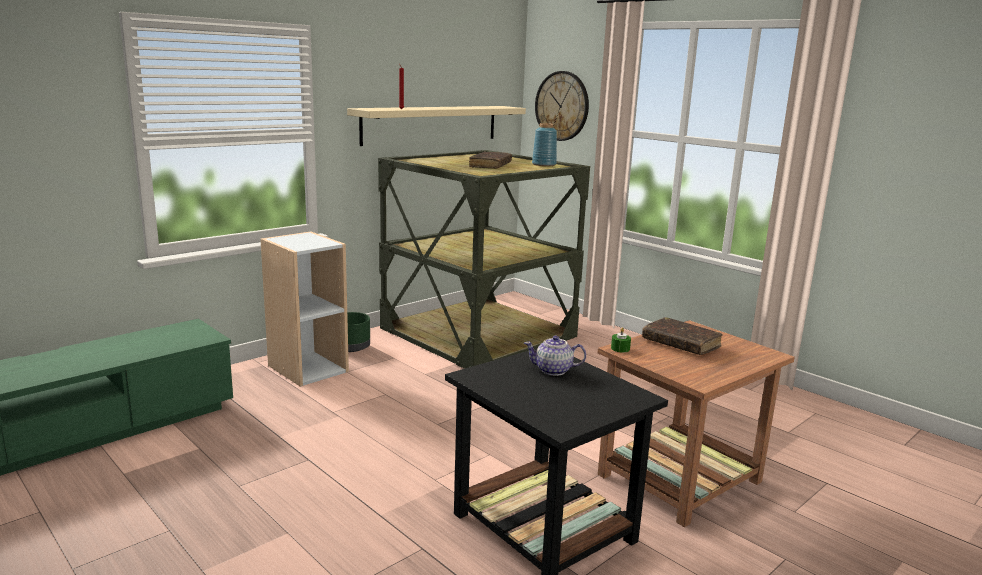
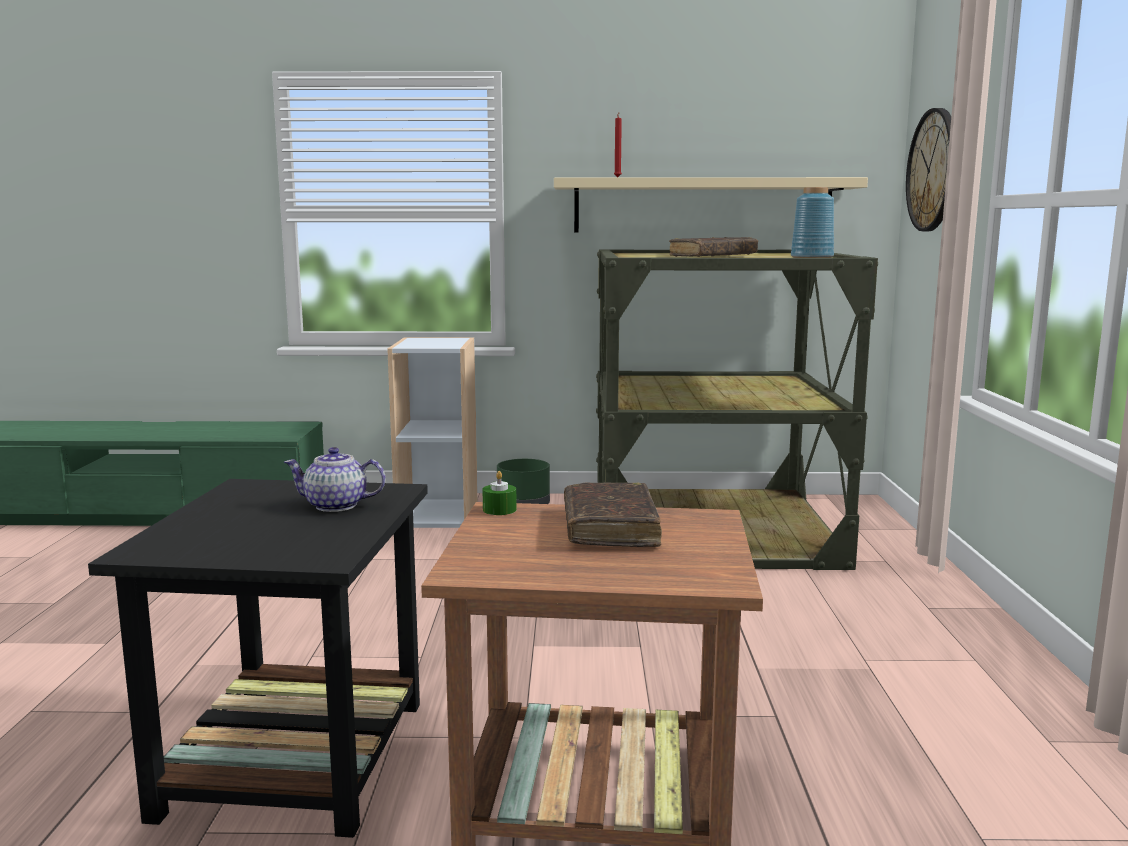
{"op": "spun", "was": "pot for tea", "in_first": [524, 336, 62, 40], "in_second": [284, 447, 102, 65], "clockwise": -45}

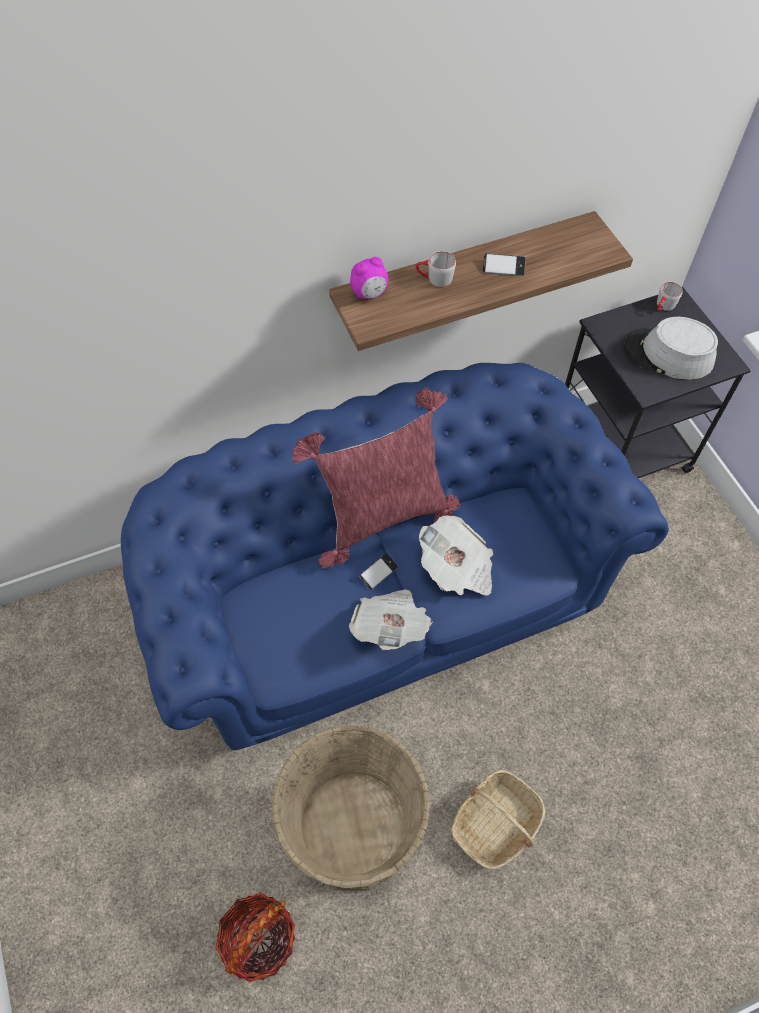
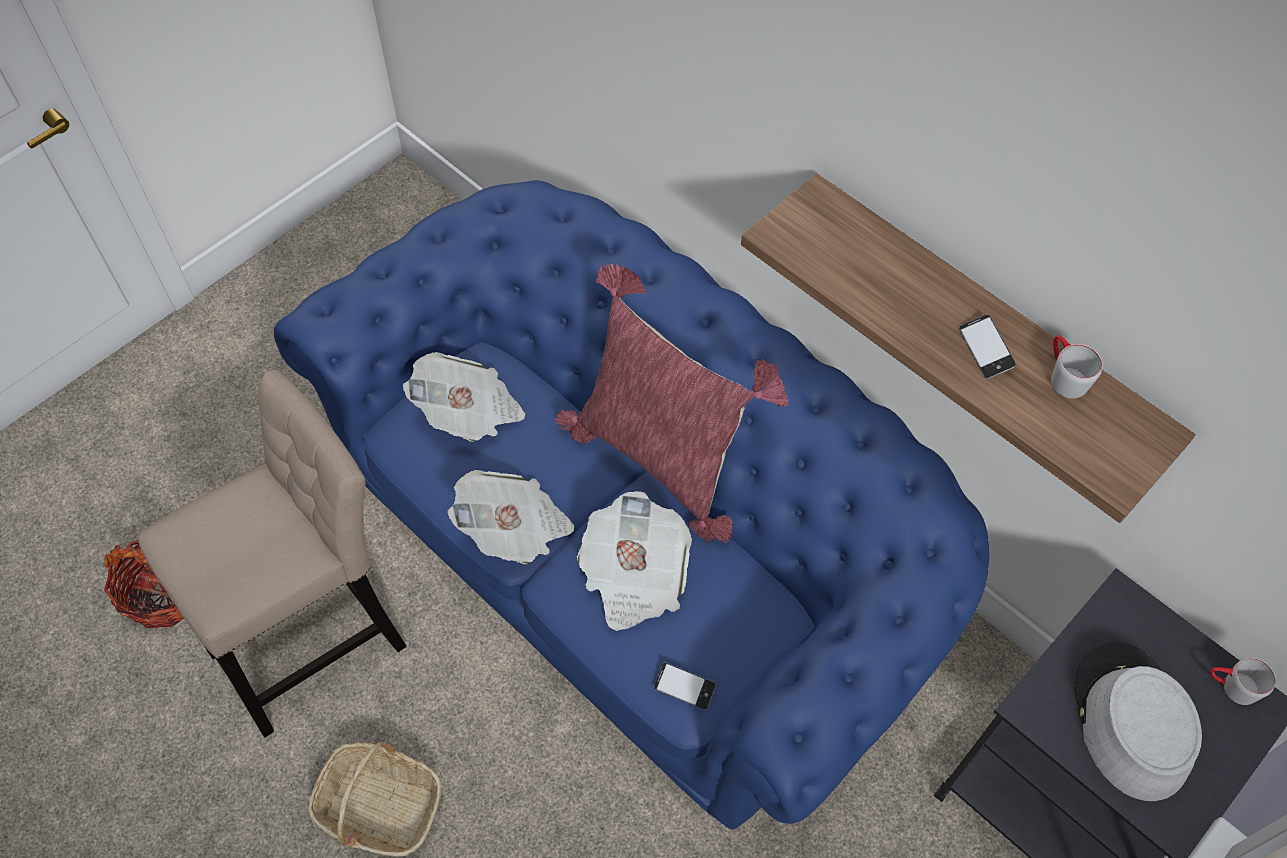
{"op": "missing", "was": "alarm clock", "in_first": [350, 257, 38, 42]}
{"op": "appeared", "now": "daily paper", "in_second": [403, 352, 122, 90]}
{"op": "relocated", "was": "phone", "in_first": [359, 553, 39, 37], "in_second": [654, 662, 62, 48]}
{"op": "relocated", "was": "mug in greyish", "in_first": [416, 251, 40, 36], "in_second": [1051, 335, 52, 64]}
{"op": "exchanged", "was": "household basket", "now": "stool seat in sand-coloured", "in_first": [271, 725, 159, 165], "in_second": [138, 370, 269, 367]}

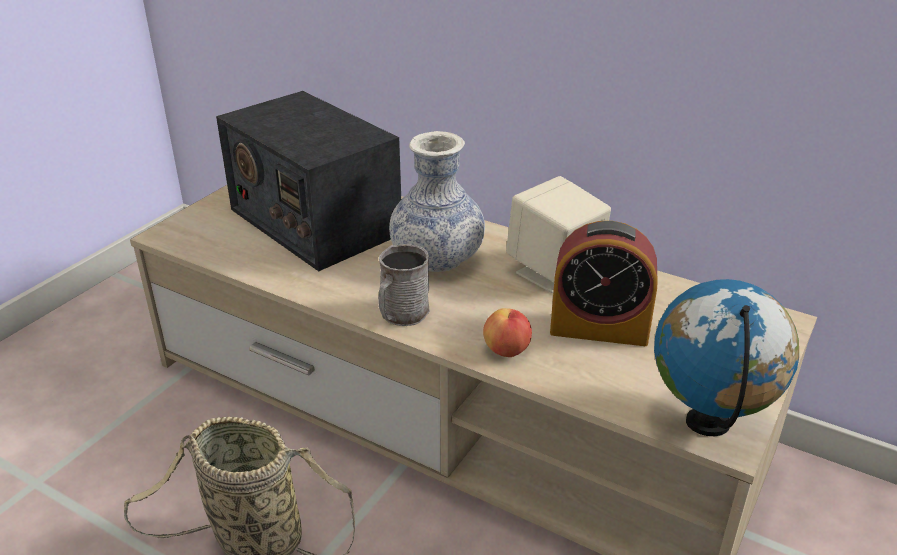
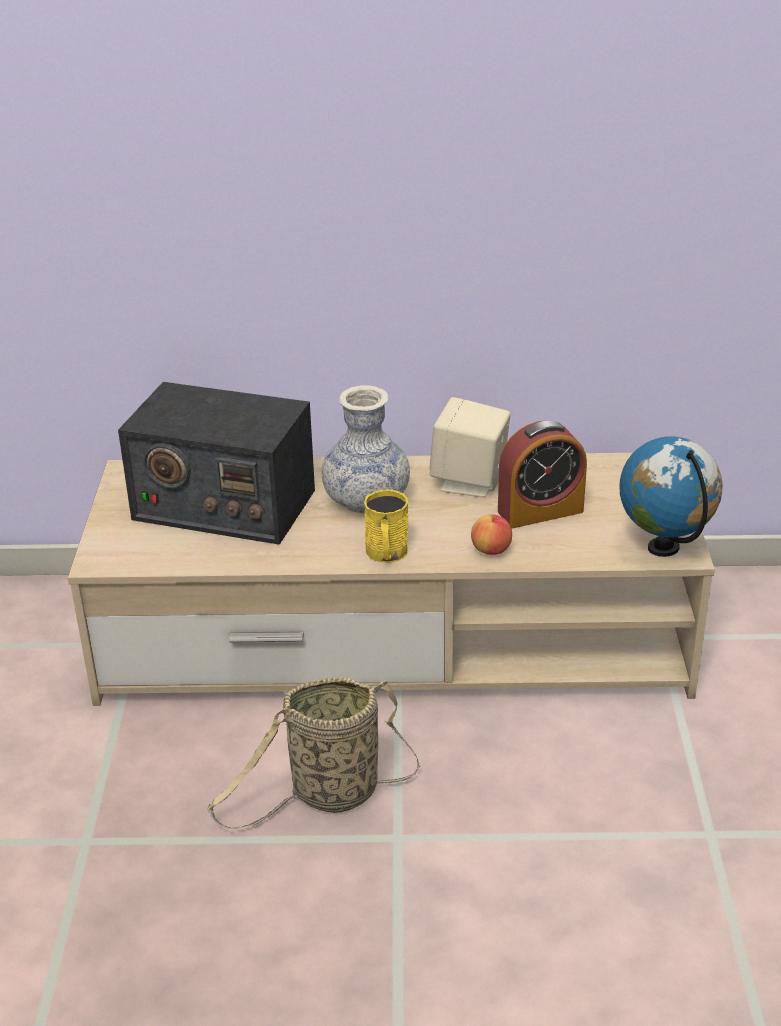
{"op": "colour", "was": "mug in greyish", "now": "mug in yellow-coloured", "in_first": [378, 244, 52, 82], "in_second": [364, 489, 44, 74]}

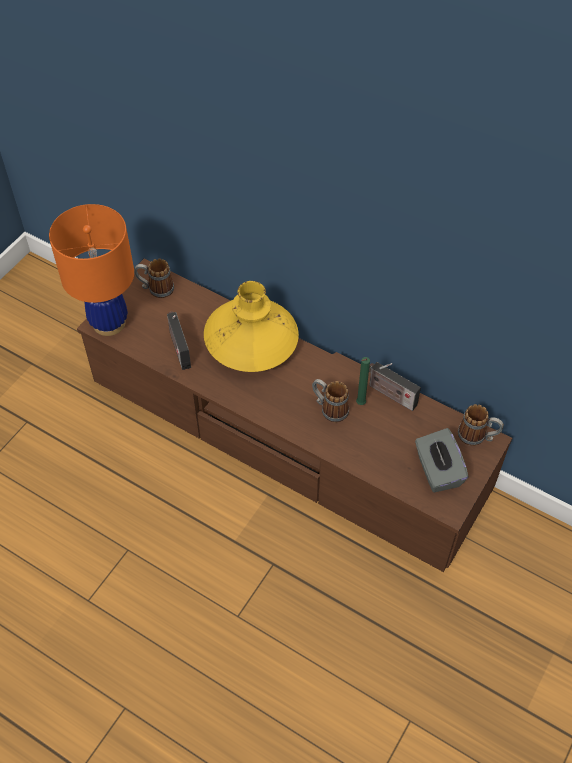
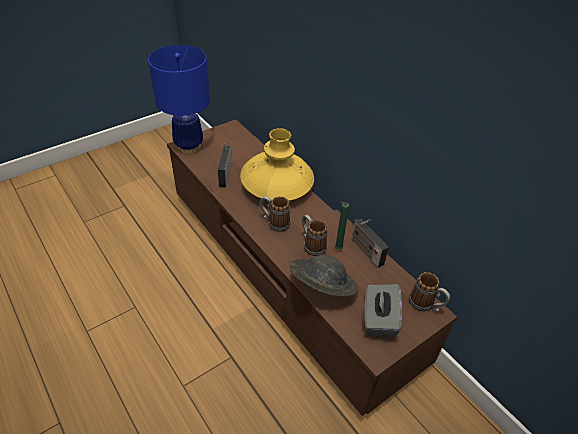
{"op": "appeared", "now": "wearable hat in greyish", "in_second": [290, 255, 68, 41]}
{"op": "relocated", "was": "mug", "in_first": [134, 259, 40, 39], "in_second": [260, 196, 31, 36]}
{"op": "colour", "was": "tabletop lamp in orangey", "now": "tabletop lamp in blue", "in_first": [49, 204, 85, 132], "in_second": [148, 45, 62, 109]}

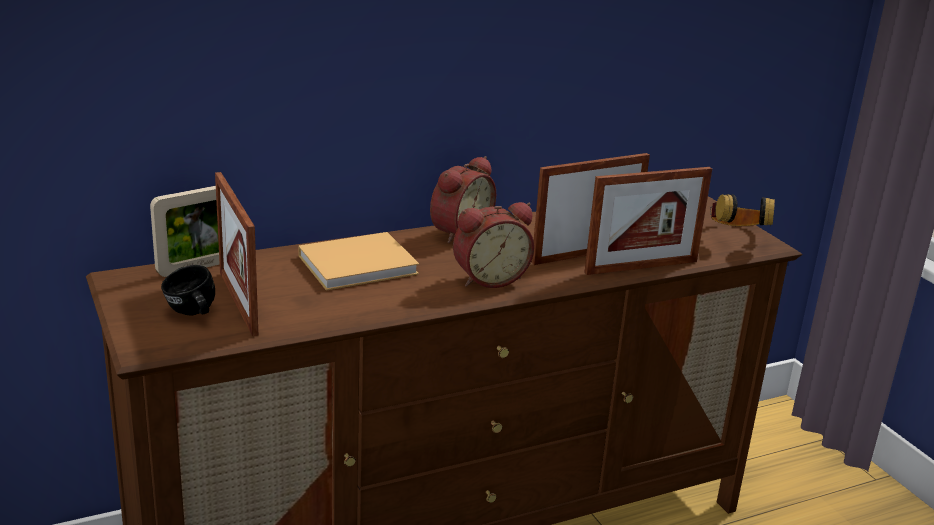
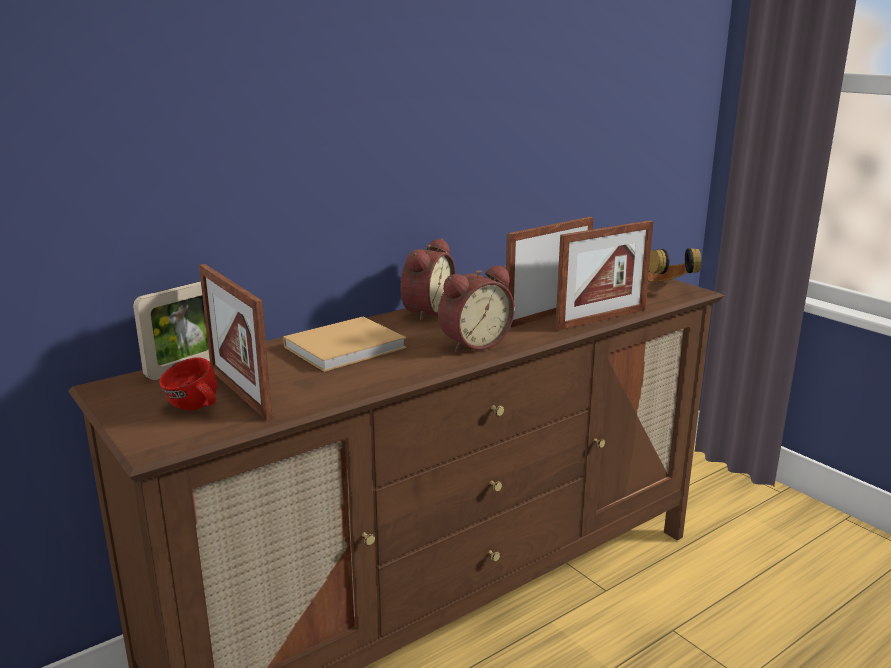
{"op": "colour", "was": "mug in blackish", "now": "mug in red", "in_first": [161, 265, 54, 51], "in_second": [159, 357, 58, 54]}

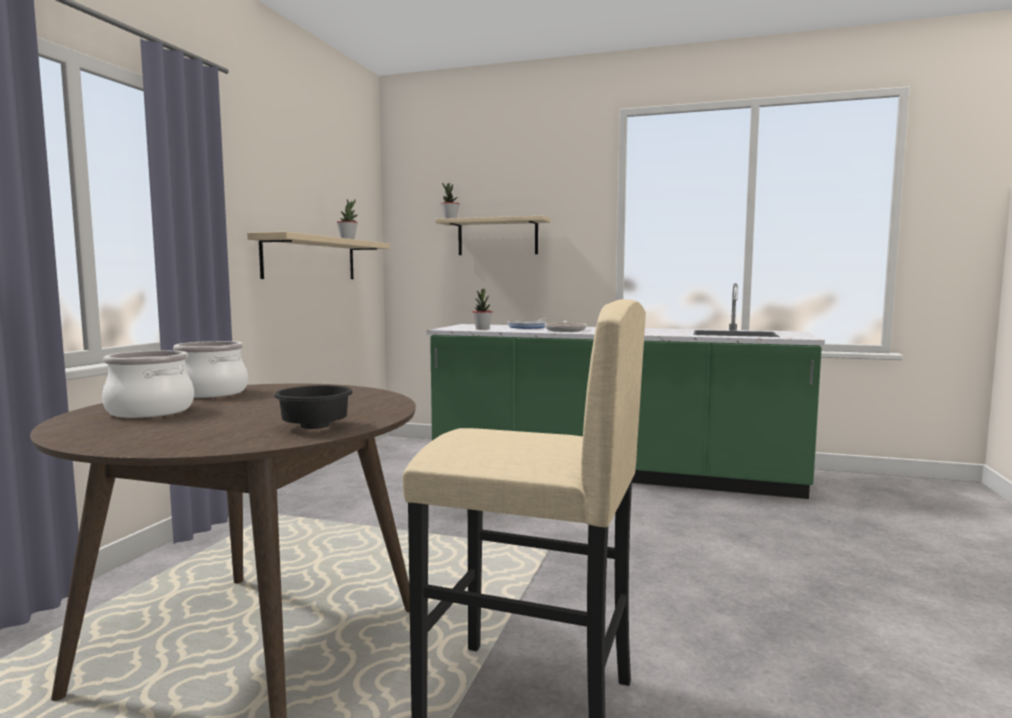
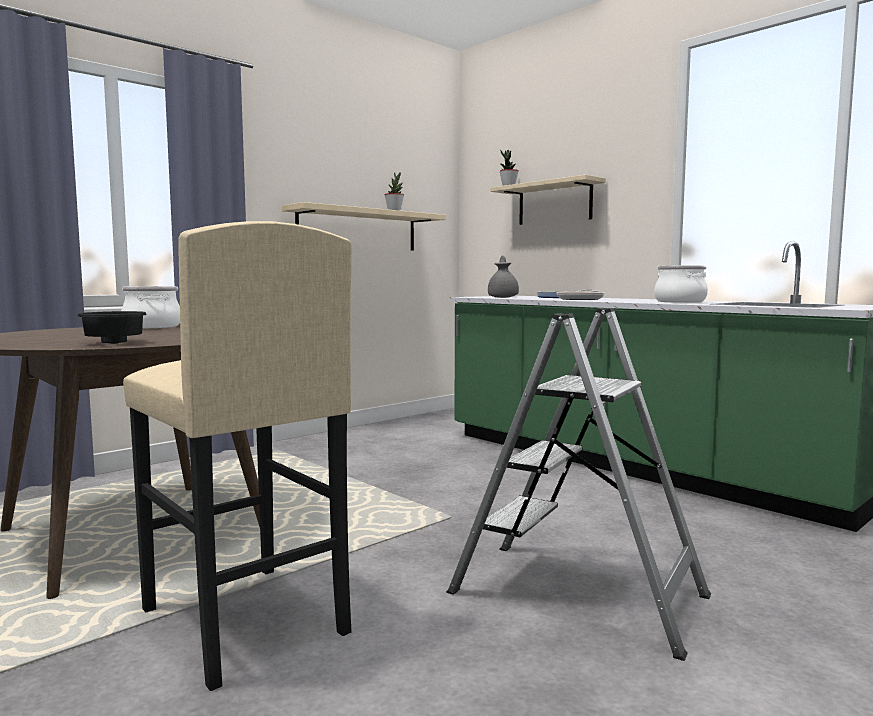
{"op": "appeared", "now": "stepladder in greyish", "in_second": [446, 308, 265, 353]}
{"op": "relocated", "was": "saucepot", "in_first": [102, 351, 92, 67], "in_second": [654, 265, 54, 38]}
{"op": "exchanged", "was": "plant in a pot", "now": "pot for tea in greyish", "in_first": [472, 289, 21, 41], "in_second": [488, 256, 31, 42]}

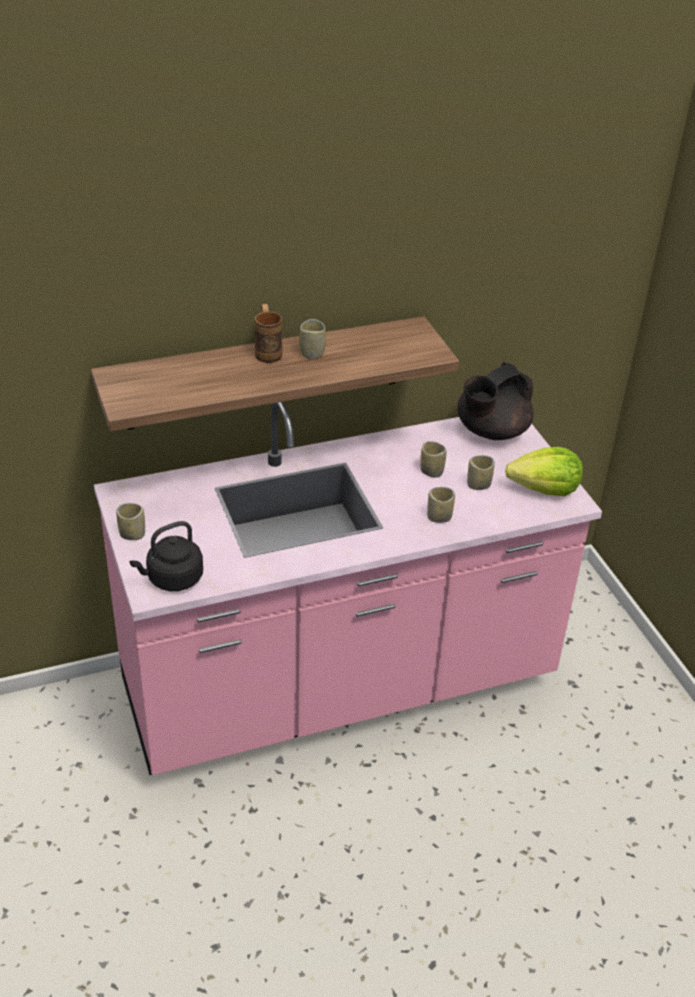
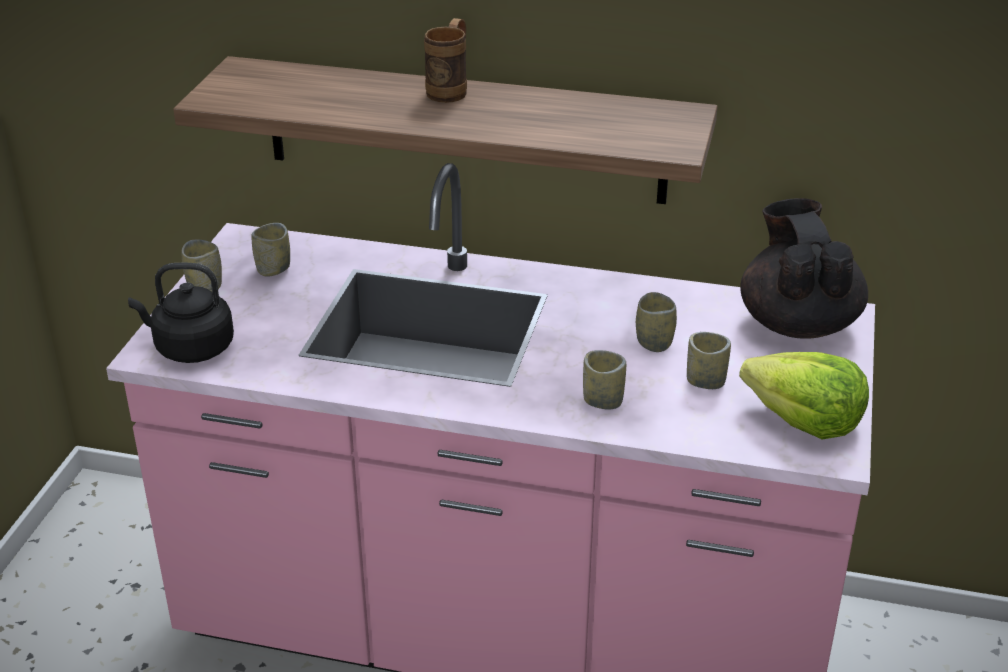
{"op": "relocated", "was": "drinking cup", "in_first": [299, 319, 27, 41], "in_second": [252, 223, 38, 54]}
{"op": "spun", "was": "pot for tea in blackish", "in_first": [457, 362, 77, 78], "in_second": [740, 198, 128, 141], "clockwise": 90}

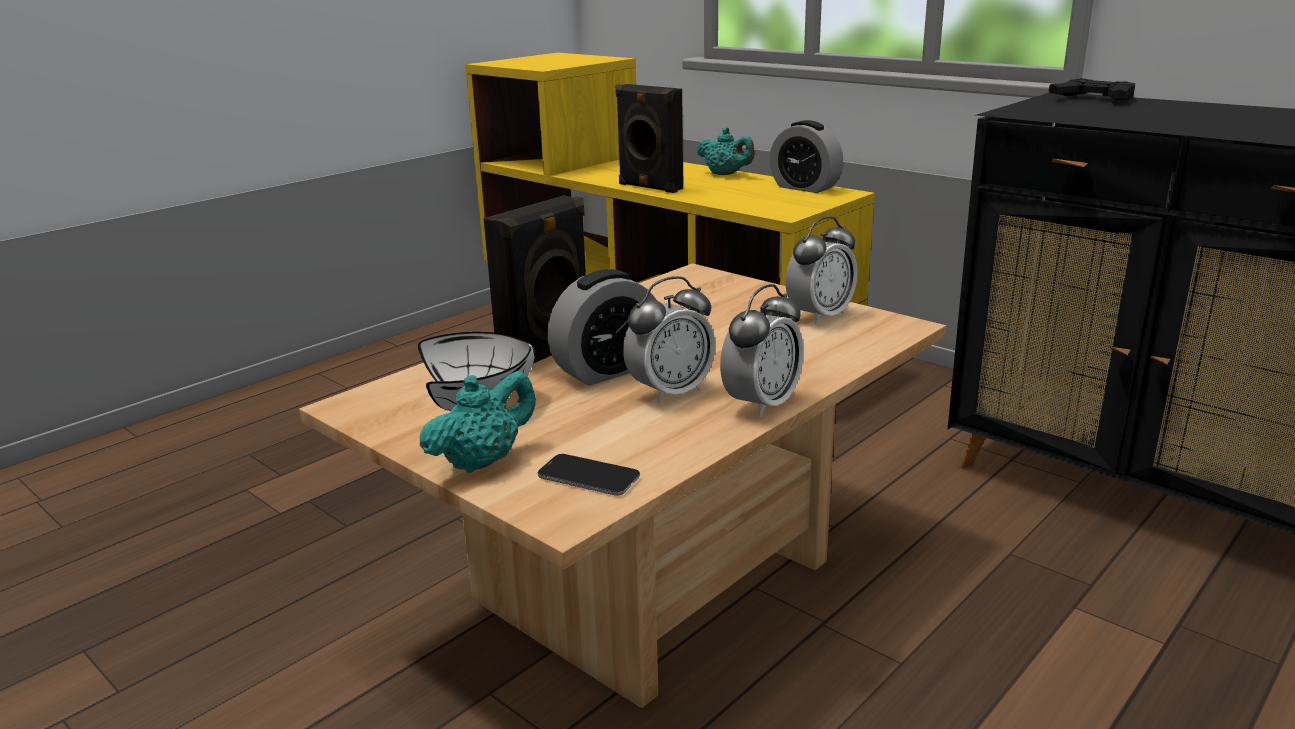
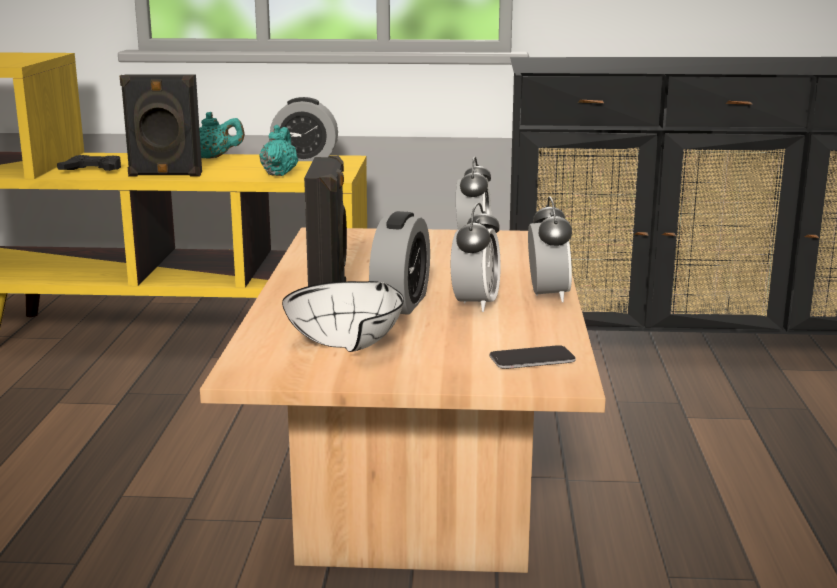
{"op": "relocated", "was": "pot for tea in turquoise-coloured", "in_first": [420, 371, 116, 102], "in_second": [260, 125, 38, 51]}
{"op": "relocated", "was": "gamepad in blackish", "in_first": [1049, 78, 86, 22], "in_second": [57, 155, 64, 16]}

